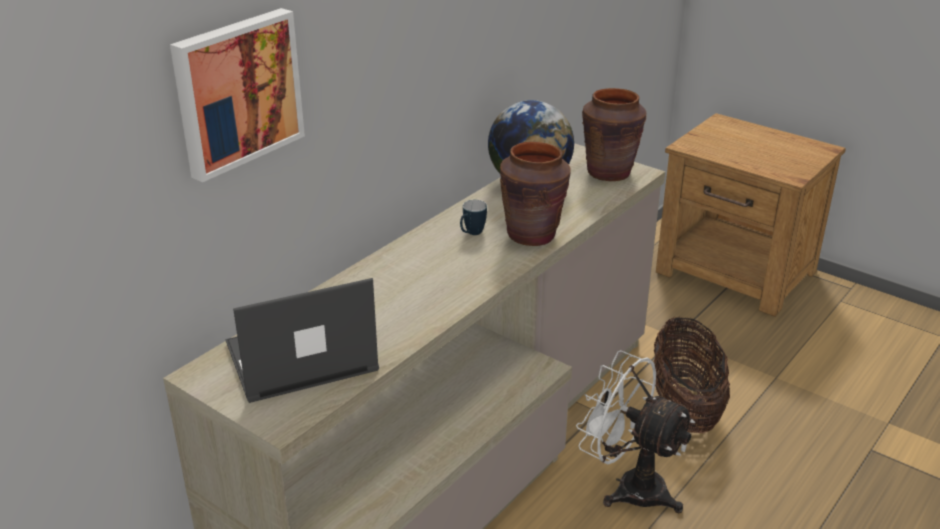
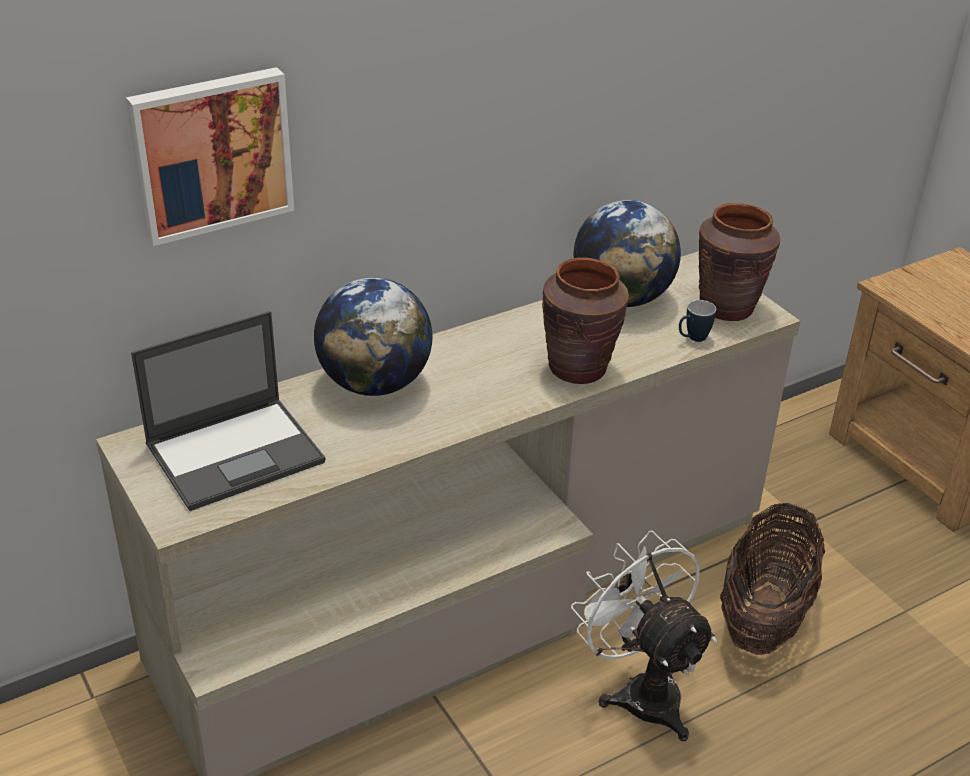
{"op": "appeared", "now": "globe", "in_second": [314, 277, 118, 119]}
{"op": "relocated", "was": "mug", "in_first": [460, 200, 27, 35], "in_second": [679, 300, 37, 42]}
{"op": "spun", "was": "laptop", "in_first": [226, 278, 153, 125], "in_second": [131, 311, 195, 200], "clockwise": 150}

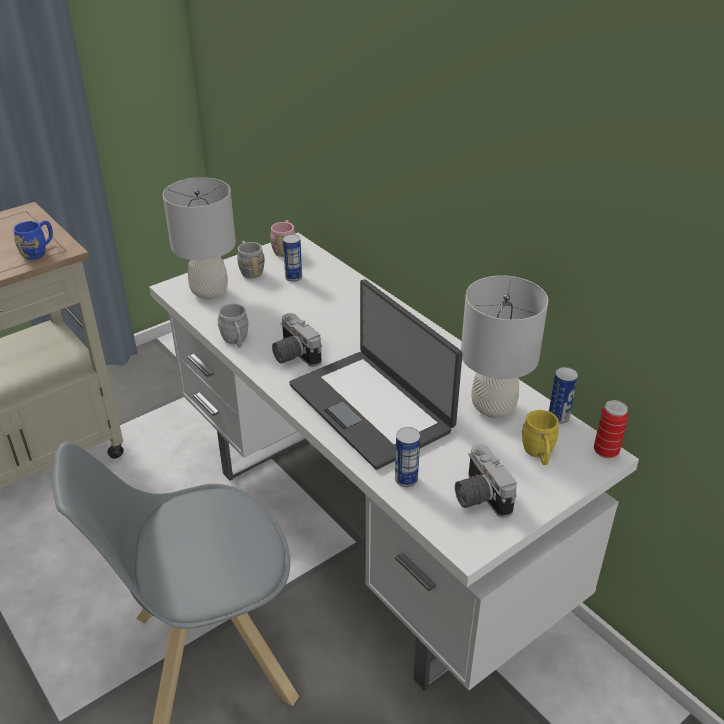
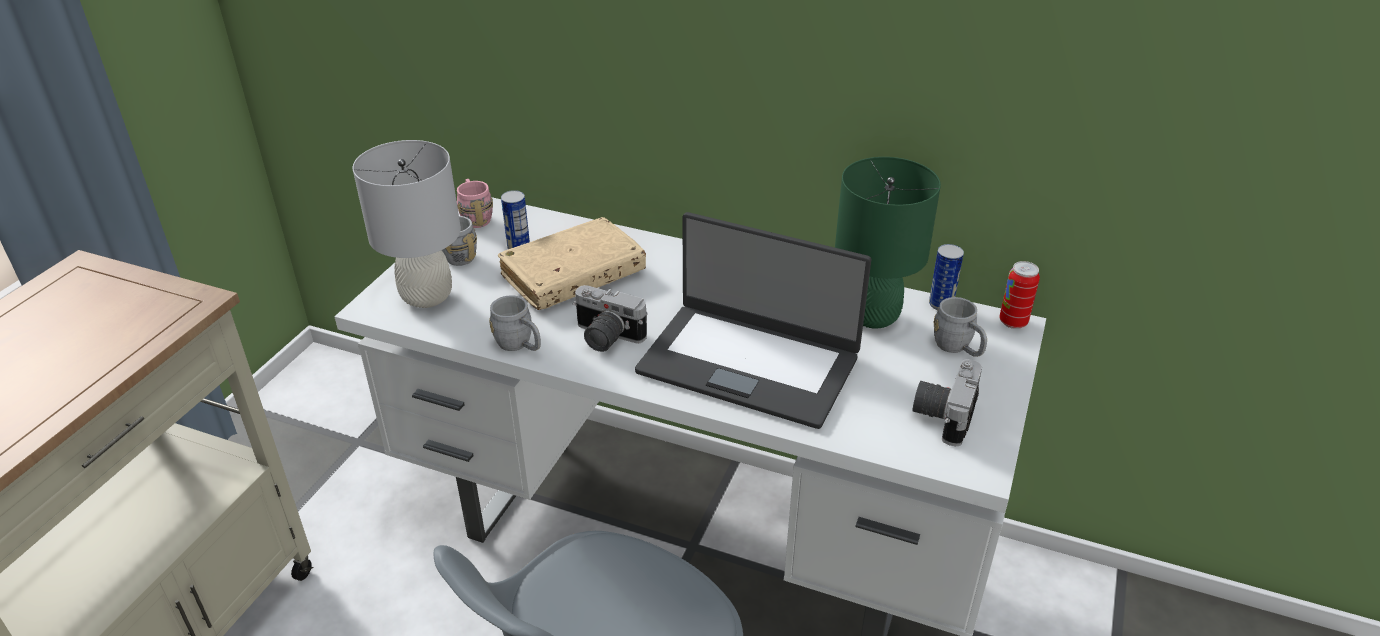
{"op": "missing", "was": "mug in blue", "in_first": [13, 220, 40, 40]}
{"op": "missing", "was": "sealed can", "in_first": [395, 427, 25, 60]}
{"op": "appeared", "now": "bound book in sand-coloured", "in_second": [498, 217, 148, 93]}
{"op": "colour", "was": "tabletop lamp in greyish", "now": "tabletop lamp in greenish", "in_first": [461, 276, 87, 142], "in_second": [835, 157, 106, 171]}
{"op": "colour", "was": "mug in yellow-coloured", "now": "mug in greyish", "in_first": [522, 410, 37, 55], "in_second": [933, 297, 54, 60]}
{"op": "spun", "was": "still camera", "in_first": [455, 443, 62, 75], "in_second": [912, 359, 70, 87], "clockwise": 75}

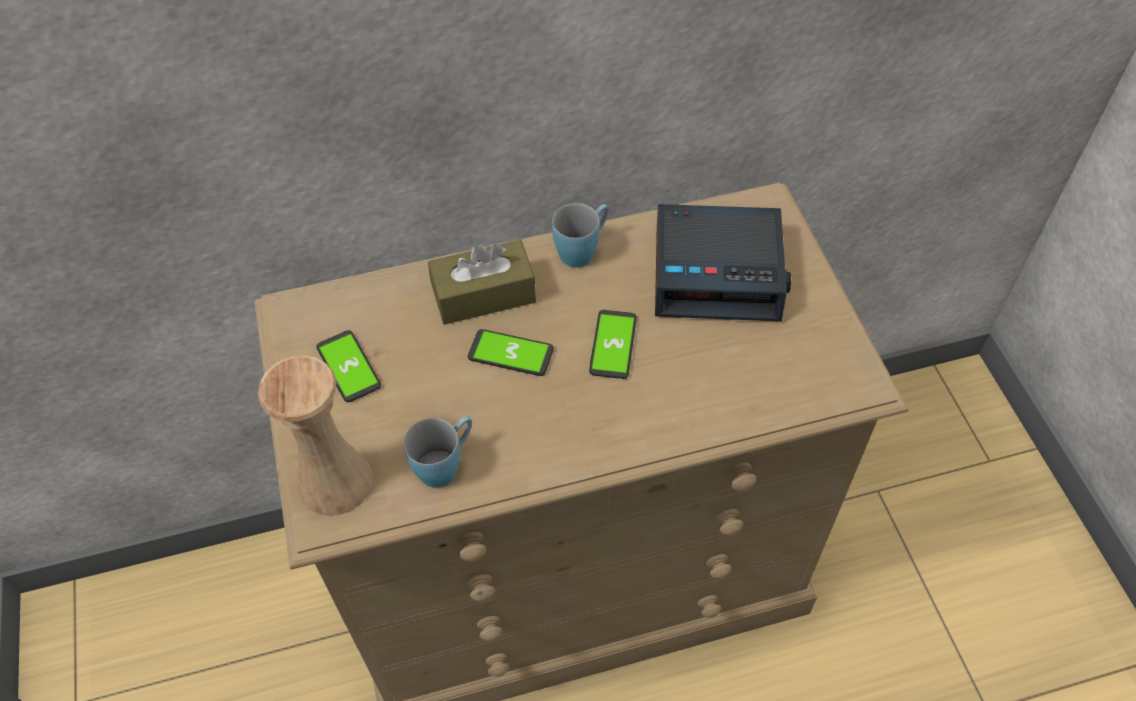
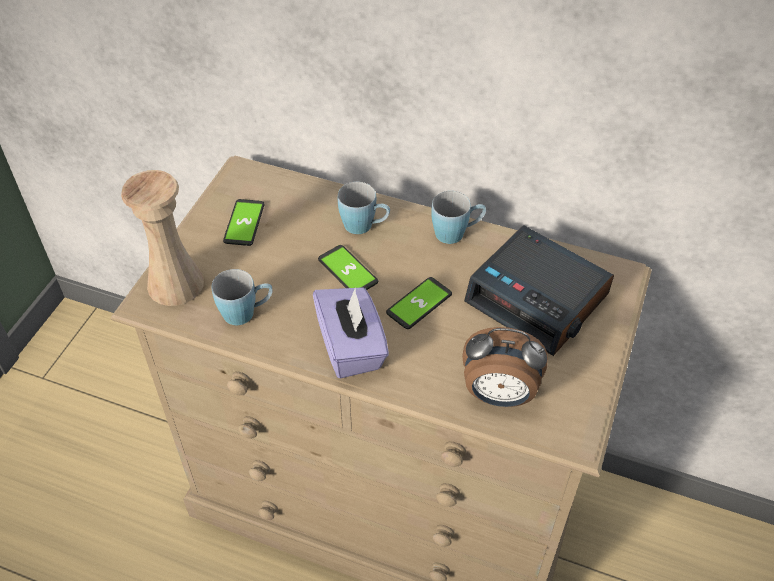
{"op": "appeared", "now": "tissue holder in purplish", "in_second": [313, 287, 76, 92]}
{"op": "appeared", "now": "alarm clock", "in_second": [462, 327, 86, 80]}
{"op": "exchanged", "was": "tissue holder in brownish", "now": "mug in blue", "in_first": [428, 240, 108, 85], "in_second": [338, 182, 52, 52]}

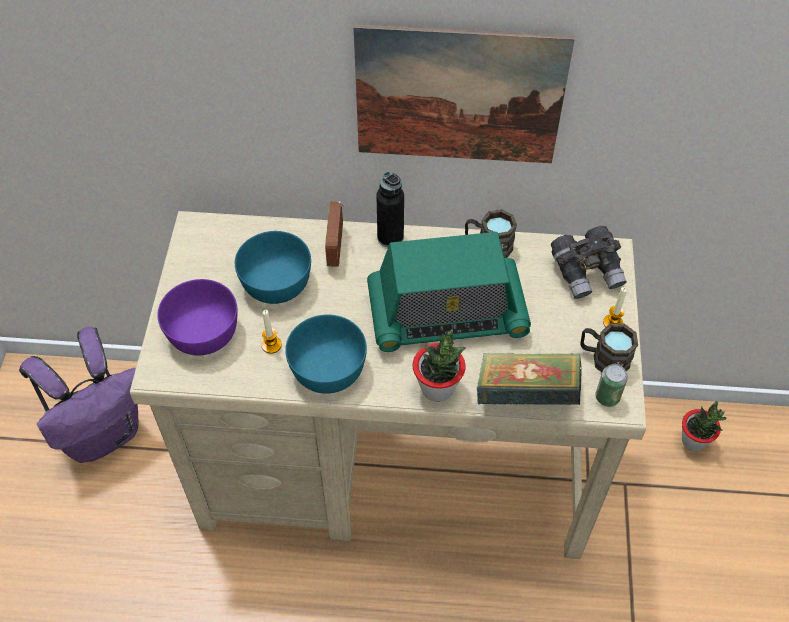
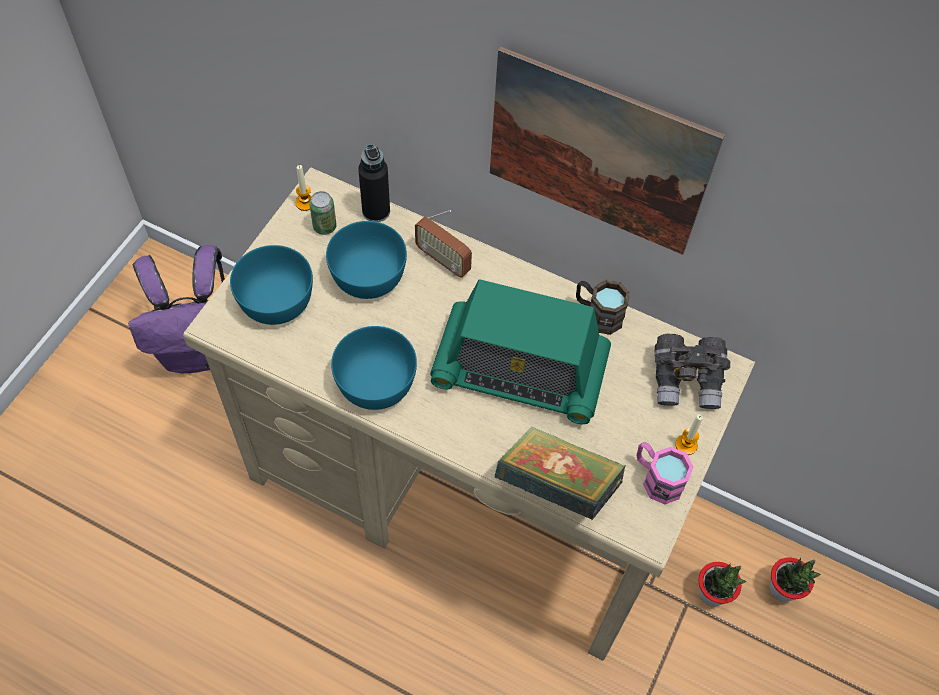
{"op": "relocated", "was": "wax light", "in_first": [261, 310, 21, 44], "in_second": [295, 165, 17, 46]}
{"op": "relocated", "was": "drink bottle in blackish", "in_first": [376, 172, 28, 75], "in_second": [358, 144, 32, 78]}
{"op": "relocated", "was": "plant in a pot", "in_first": [413, 329, 53, 73], "in_second": [699, 562, 47, 44]}
{"op": "relocated", "was": "sealed can", "in_first": [595, 364, 33, 43], "in_second": [309, 191, 28, 44]}
{"op": "colour", "was": "deep dish in purplish", "now": "deep dish in turquoise-coloured", "in_first": [157, 279, 81, 76], "in_second": [230, 245, 83, 80]}
{"op": "colour", "was": "mug in brownish", "now": "mug in pink-coloured", "in_first": [580, 323, 58, 49], "in_second": [636, 442, 58, 62]}
{"op": "spun", "was": "radio receiver", "in_first": [325, 201, 19, 66], "in_second": [415, 210, 57, 68], "clockwise": -75}

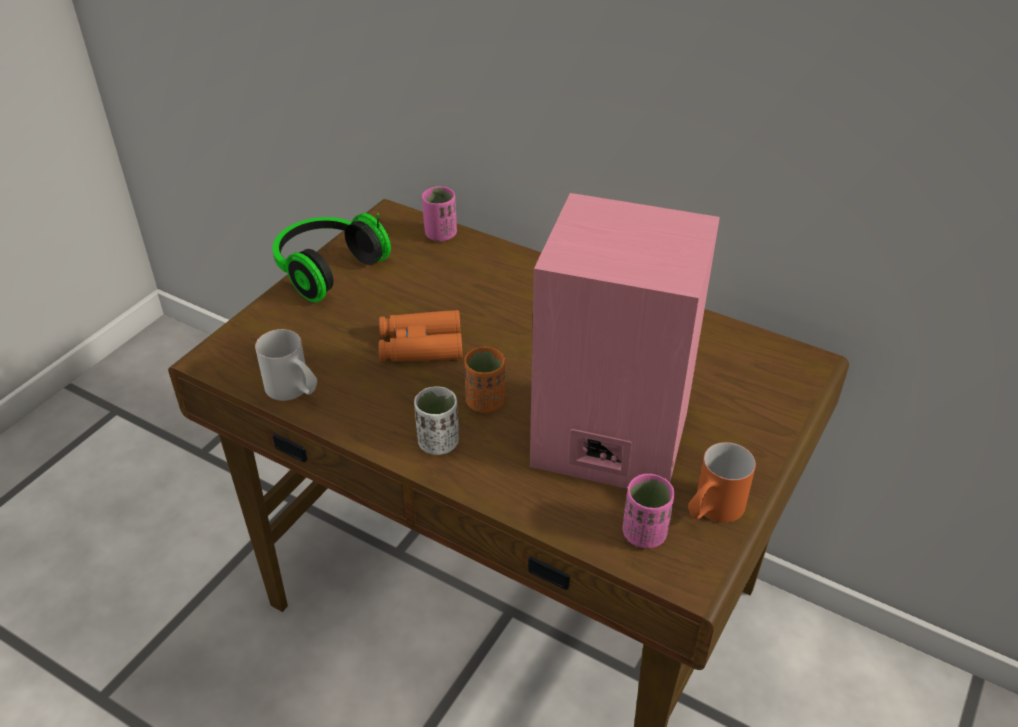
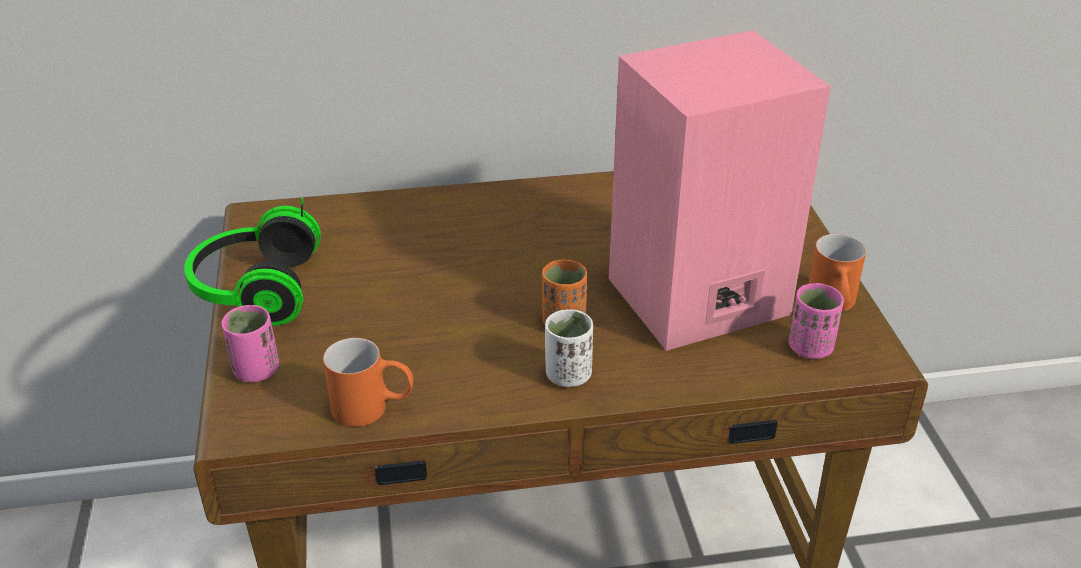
{"op": "missing", "was": "pair of binoculars in orangey", "in_first": [379, 310, 84, 52]}
{"op": "relocated", "was": "drinking cup in pink-coloured", "in_first": [422, 186, 35, 56], "in_second": [222, 305, 57, 77]}
{"op": "colour", "was": "mug in white", "now": "mug in orangey", "in_first": [255, 329, 62, 72], "in_second": [323, 338, 90, 89]}

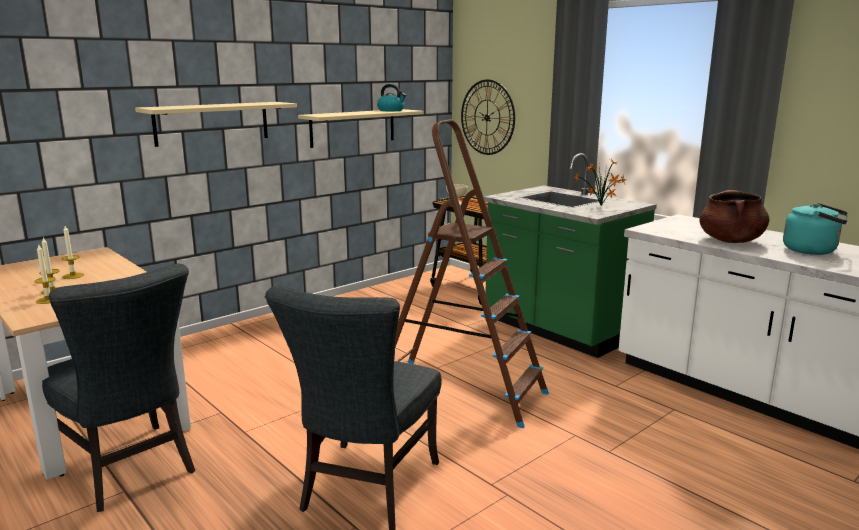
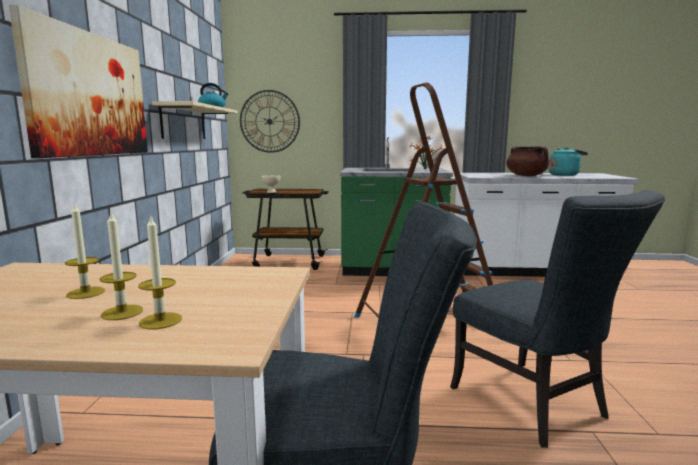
{"op": "exchanged", "was": "shelf in sand-coloured", "now": "wall art", "in_first": [135, 102, 162, 45], "in_second": [9, 5, 139, 153]}

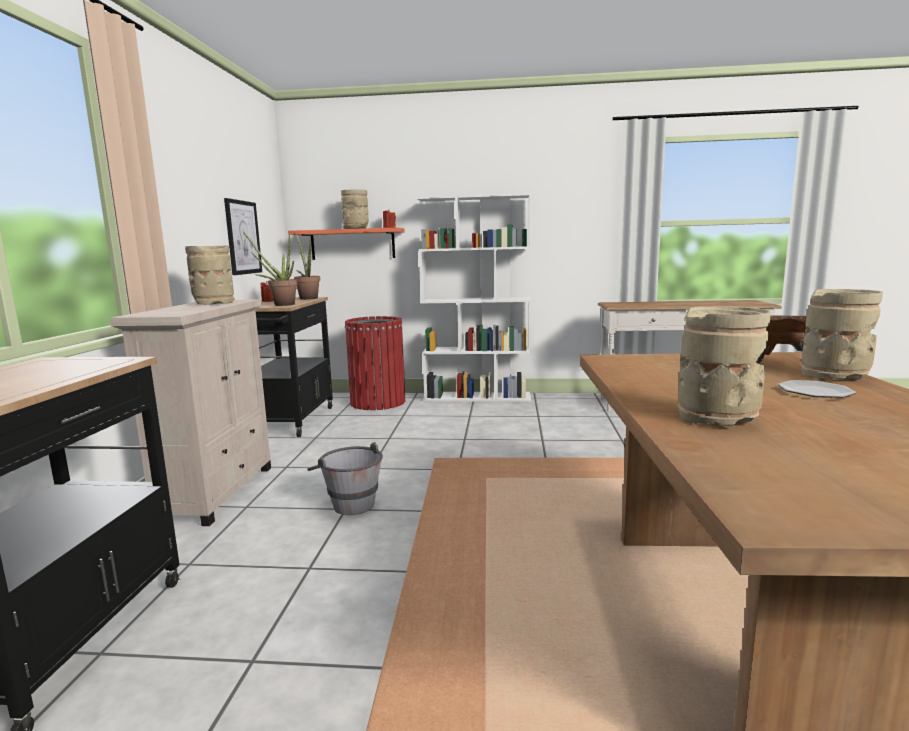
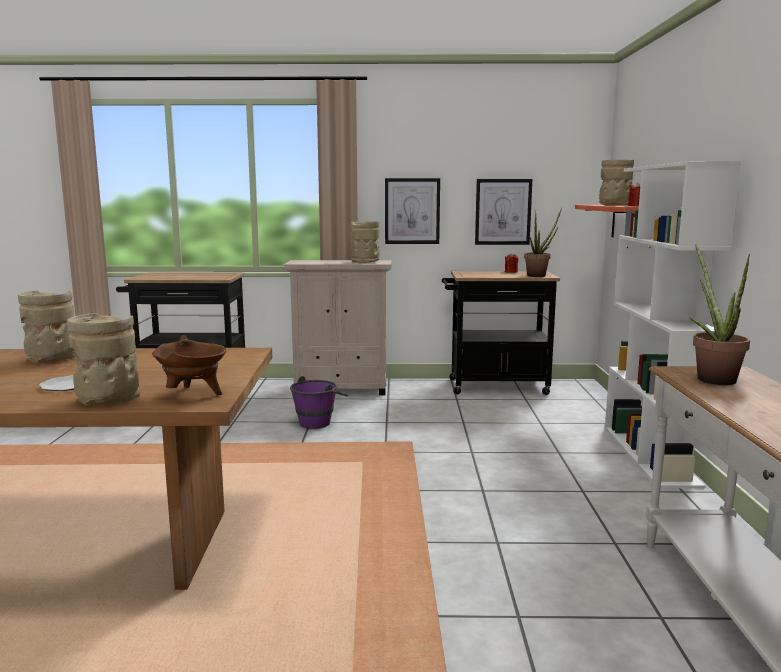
{"op": "missing", "was": "rubbish bin in red", "in_first": [345, 316, 60, 94]}
{"op": "appeared", "now": "wall art", "in_second": [385, 178, 55, 66]}
{"op": "relocated", "was": "plant in a pot", "in_first": [243, 231, 55, 75], "in_second": [689, 244, 61, 141]}
{"op": "colour", "was": "bucket in greyish", "now": "bucket in purplish", "in_first": [307, 442, 76, 73], "in_second": [290, 376, 59, 53]}

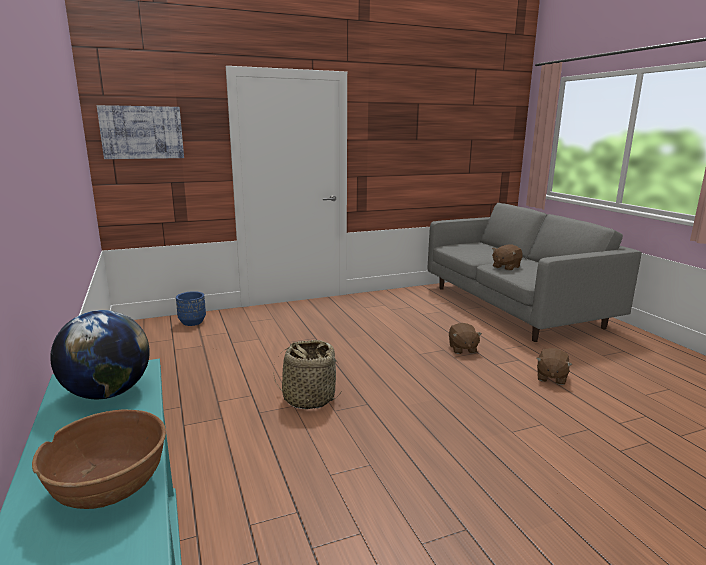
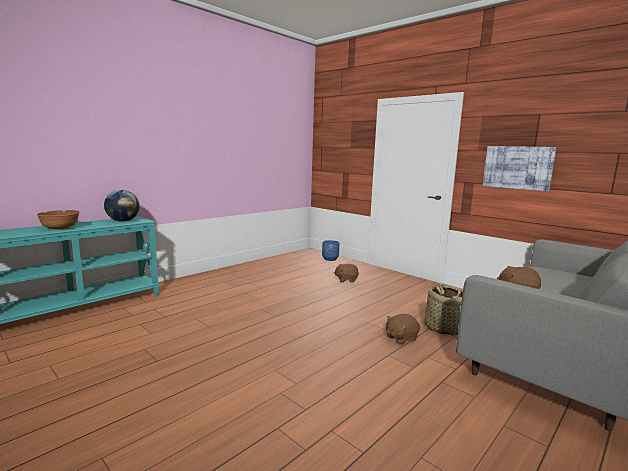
{"op": "relocated", "was": "wall art", "in_first": [97, 105, 87, 54], "in_second": [483, 146, 74, 45]}
{"op": "relocated", "was": "household basket", "in_first": [273, 340, 68, 69], "in_second": [424, 283, 39, 53]}
{"op": "relocated", "was": "cuddly toy in brownish", "in_first": [536, 348, 36, 37], "in_second": [334, 264, 25, 19]}

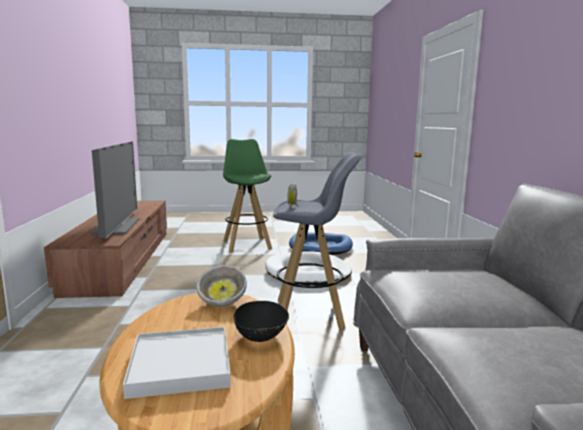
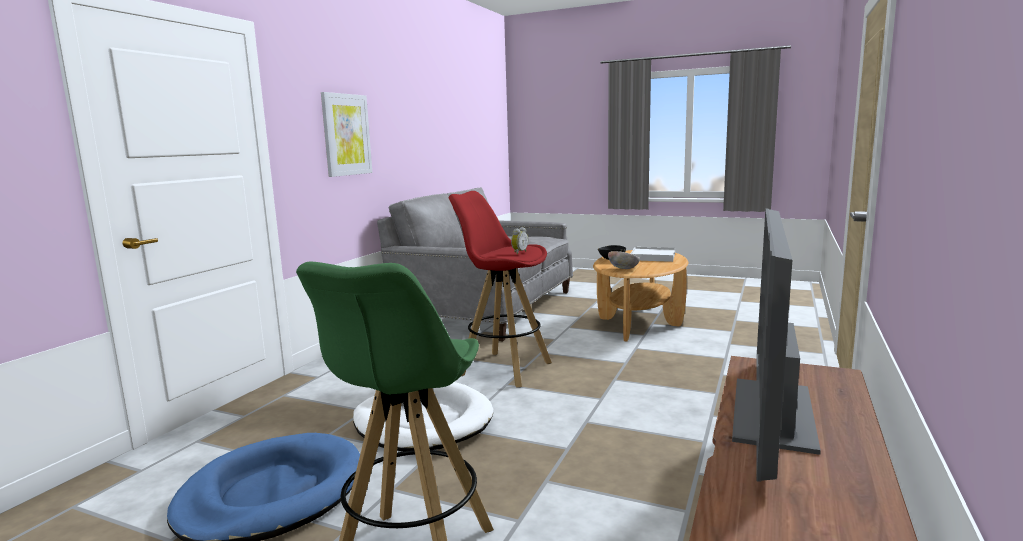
{"op": "appeared", "now": "wall art", "in_second": [321, 92, 51, 85]}
{"op": "colour", "was": "stool seat in greyish", "now": "stool seat in red", "in_first": [273, 152, 88, 177], "in_second": [449, 191, 103, 197]}

